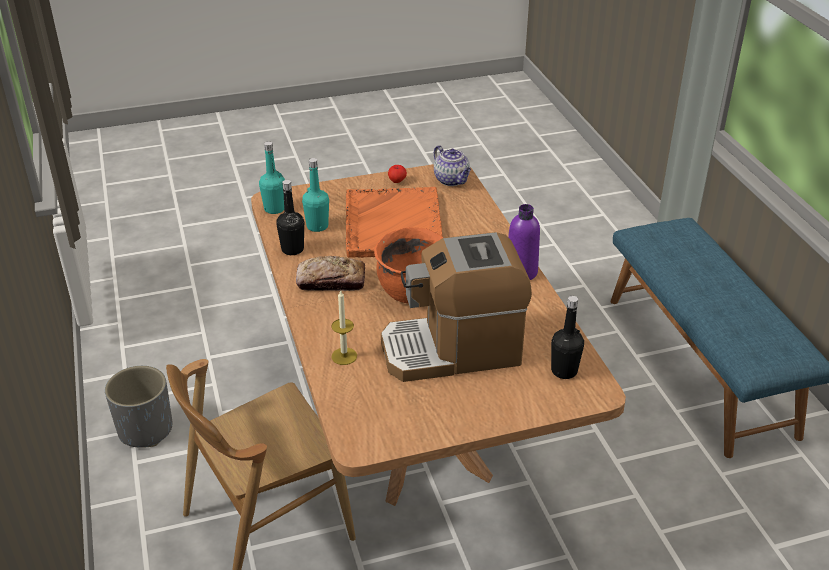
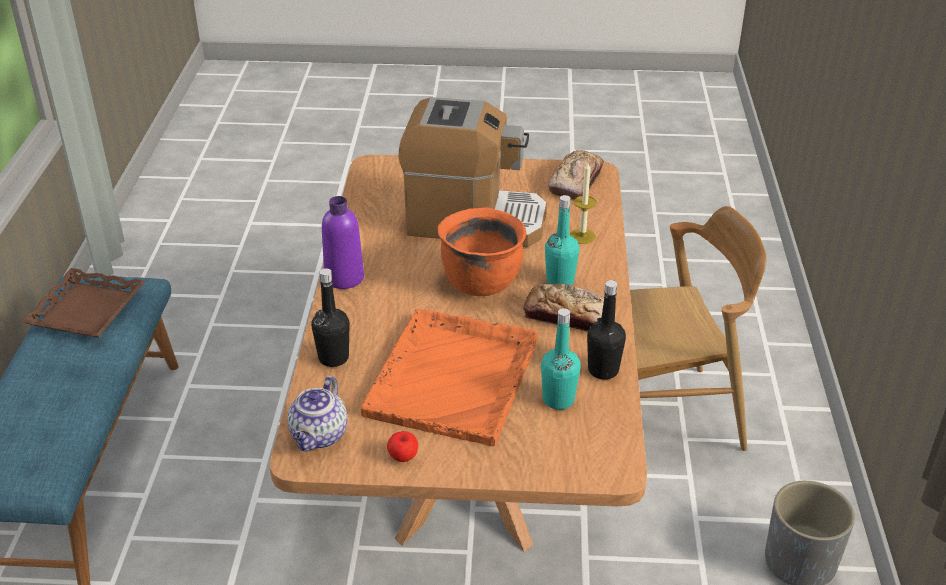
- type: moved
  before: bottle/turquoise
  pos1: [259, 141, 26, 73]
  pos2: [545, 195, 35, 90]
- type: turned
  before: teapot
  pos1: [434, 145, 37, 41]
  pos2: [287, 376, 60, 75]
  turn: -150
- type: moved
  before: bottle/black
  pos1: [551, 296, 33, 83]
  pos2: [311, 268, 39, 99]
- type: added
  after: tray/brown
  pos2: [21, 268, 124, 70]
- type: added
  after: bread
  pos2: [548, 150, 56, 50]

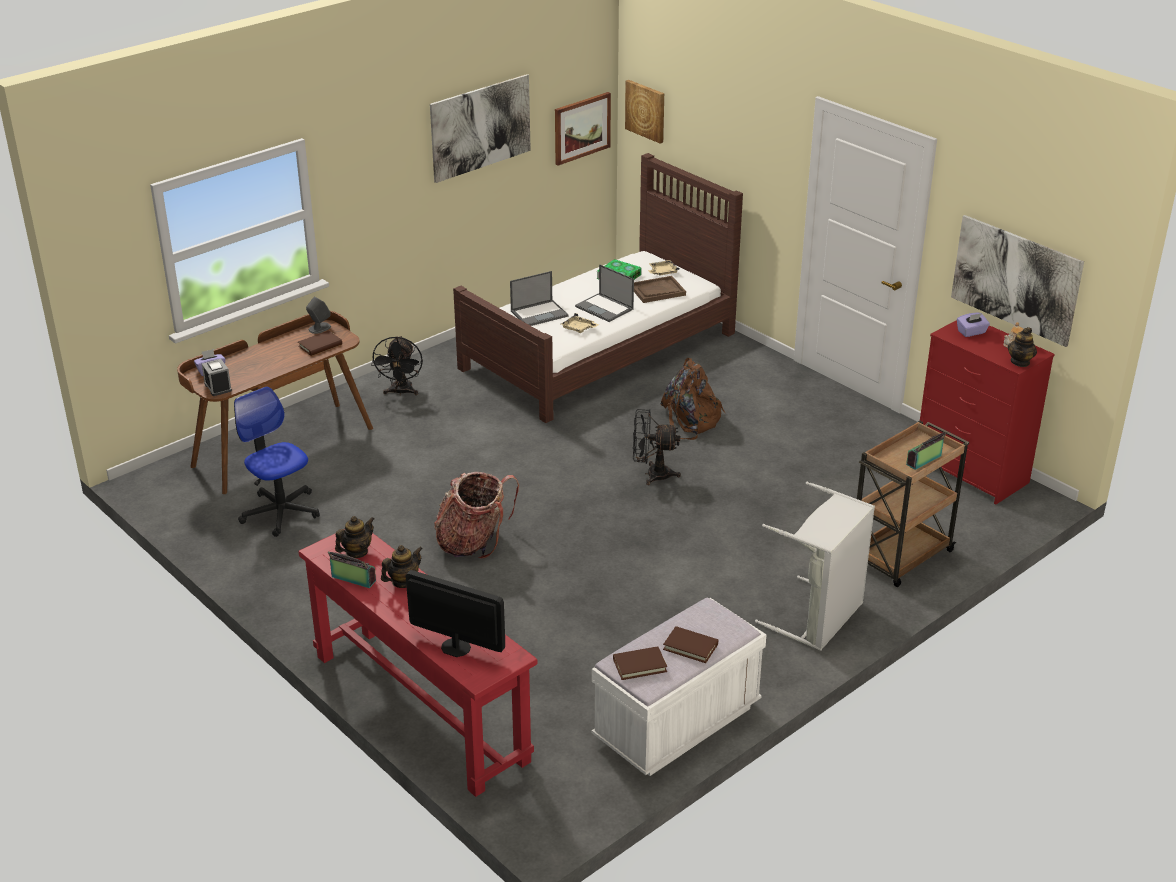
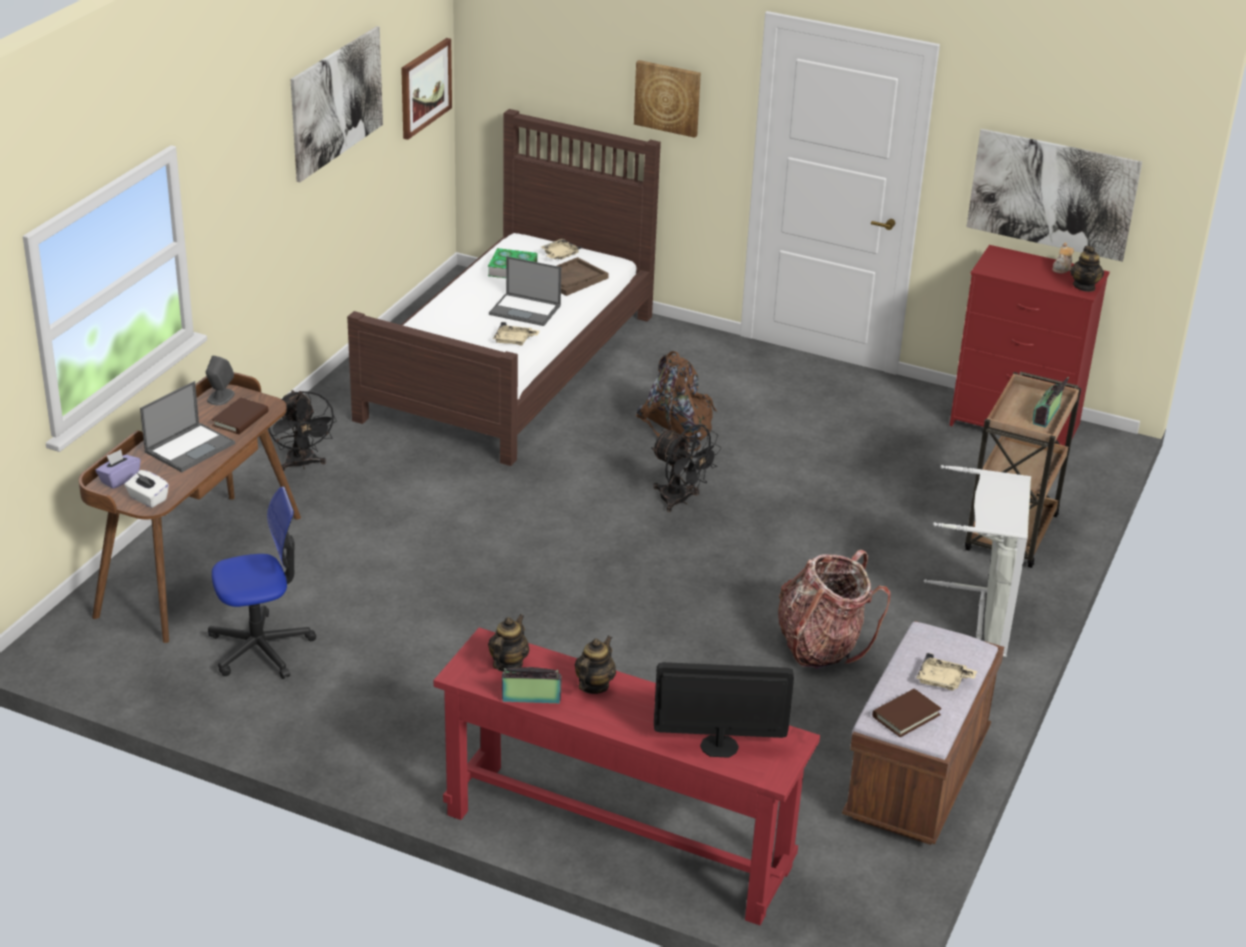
- type: replaced
  before: alarm clock
  after: tissue box/white
  pos1: [202, 359, 30, 37]
  pos2: [124, 470, 45, 38]
- type: turned
  before: office chair
  pos1: [234, 387, 86, 150]
  pos2: [208, 486, 108, 193]
  turn: 135
- type: moved
  before: backpack
  pos1: [434, 472, 85, 87]
  pos2: [778, 550, 113, 119]
- type: moved
  before: laptop
  pos1: [510, 271, 58, 55]
  pos2: [140, 381, 95, 91]
- type: recoloured
  before: bench/white
  after: bench/brown
  pos1: [592, 598, 174, 178]
  pos2: [842, 621, 162, 224]
- type: moved
  before: picture
  pos1: [625, 80, 39, 64]
  pos2: [634, 60, 67, 78]
- type: turned
  before: fan/black
  pos1: [633, 409, 48, 76]
  pos2: [651, 424, 71, 88]
  turn: -120
- type: replaced
  before: book/brown
  after: tray/beige
  pos1: [663, 626, 55, 37]
  pos2: [916, 653, 61, 38]
- type: removed
  before: tissue box/purple
  pos1: [957, 313, 33, 24]

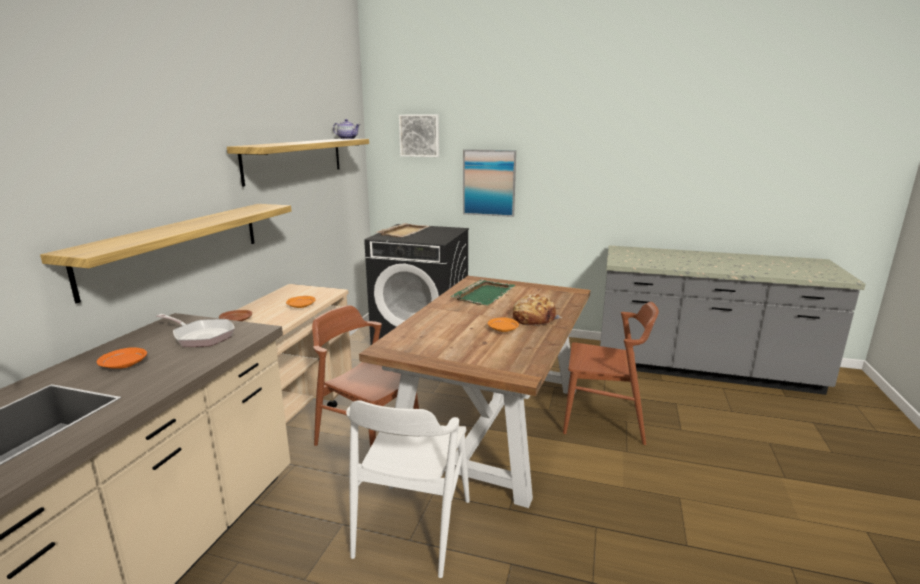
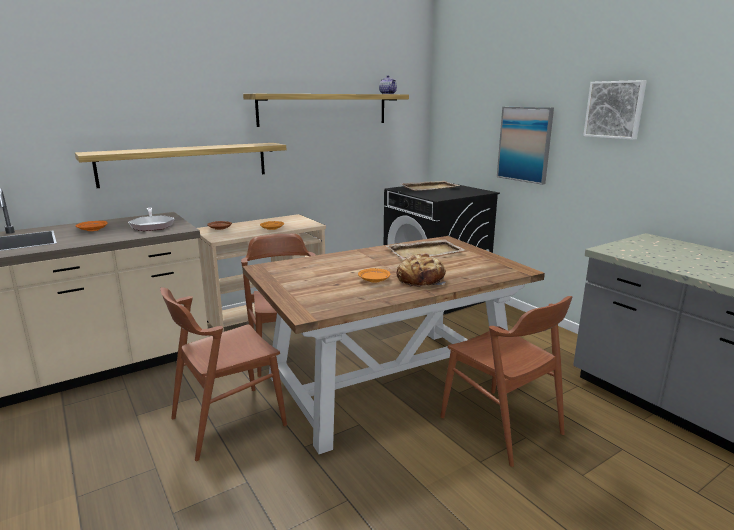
- type: recoloured
  before: chair/white
  after: chair/brown
  pos1: [346, 400, 124, 178]
  pos2: [160, 287, 127, 174]
- type: moved
  before: picture
  pos1: [399, 115, 40, 42]
  pos2: [583, 80, 64, 60]
- type: recoloured
  before: tray/green
  after: tray/beige
  pos1: [451, 279, 64, 26]
  pos2: [386, 239, 79, 21]

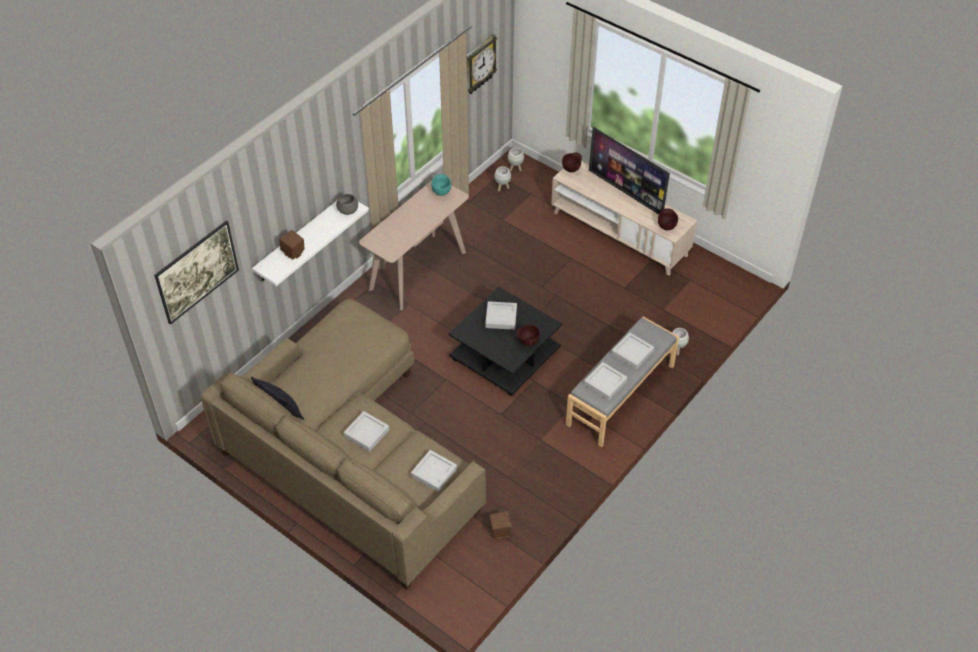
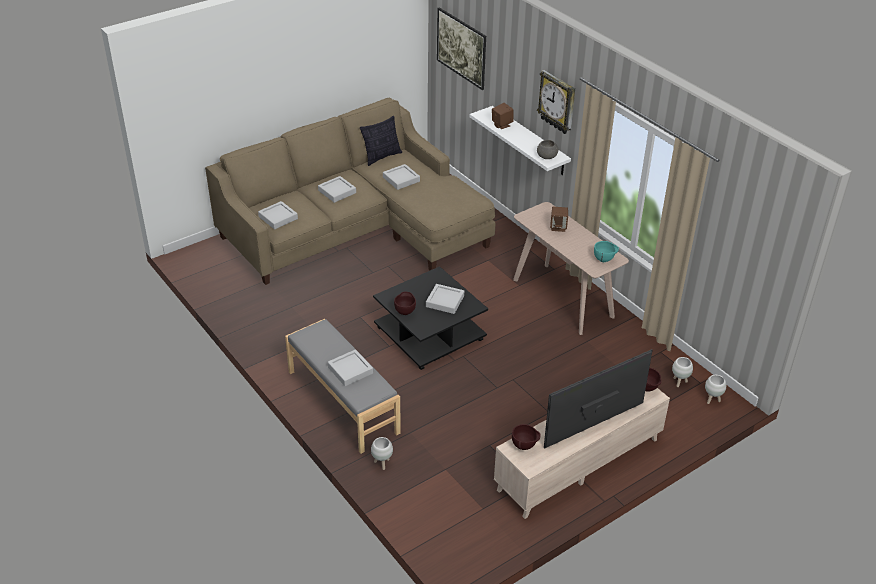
- type: moved
  before: wall clock
  pos1: [467, 34, 30, 60]
  pos2: [537, 70, 38, 64]
- type: moved
  before: speaker/brown
  pos1: [489, 511, 23, 28]
  pos2: [550, 207, 18, 25]
- type: moved
  before: tray/grey
  pos1: [584, 362, 43, 38]
  pos2: [383, 164, 37, 26]

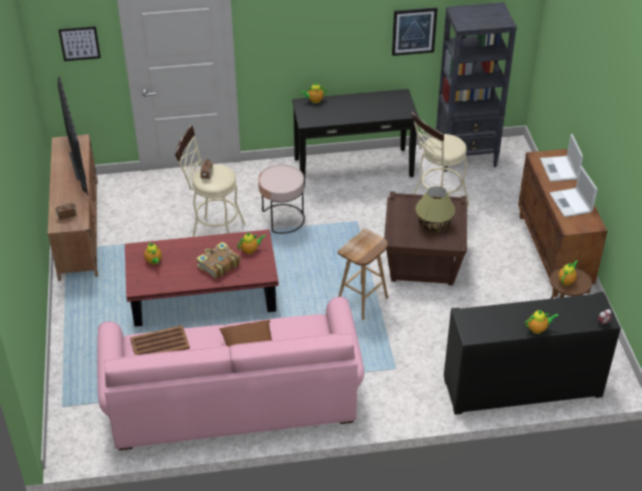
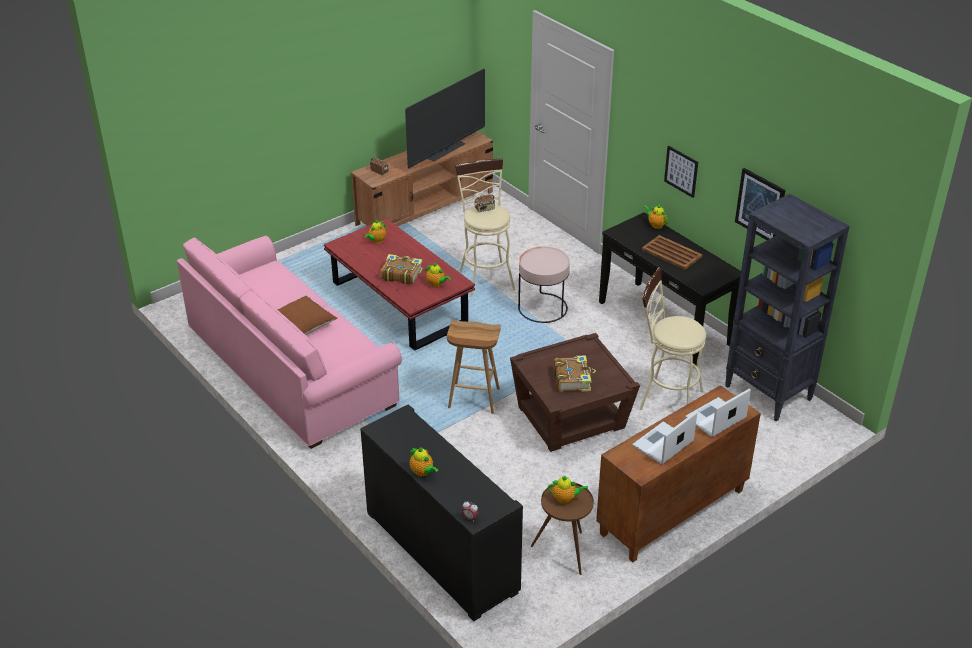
- type: moved
  before: picture
  pos1: [58, 26, 43, 35]
  pos2: [664, 146, 34, 52]
- type: moved
  before: tray/brown
  pos1: [130, 325, 60, 30]
  pos2: [642, 235, 60, 35]
- type: replaced
  before: table lamp
  after: book
  pos1: [416, 186, 39, 46]
  pos2: [553, 355, 43, 37]

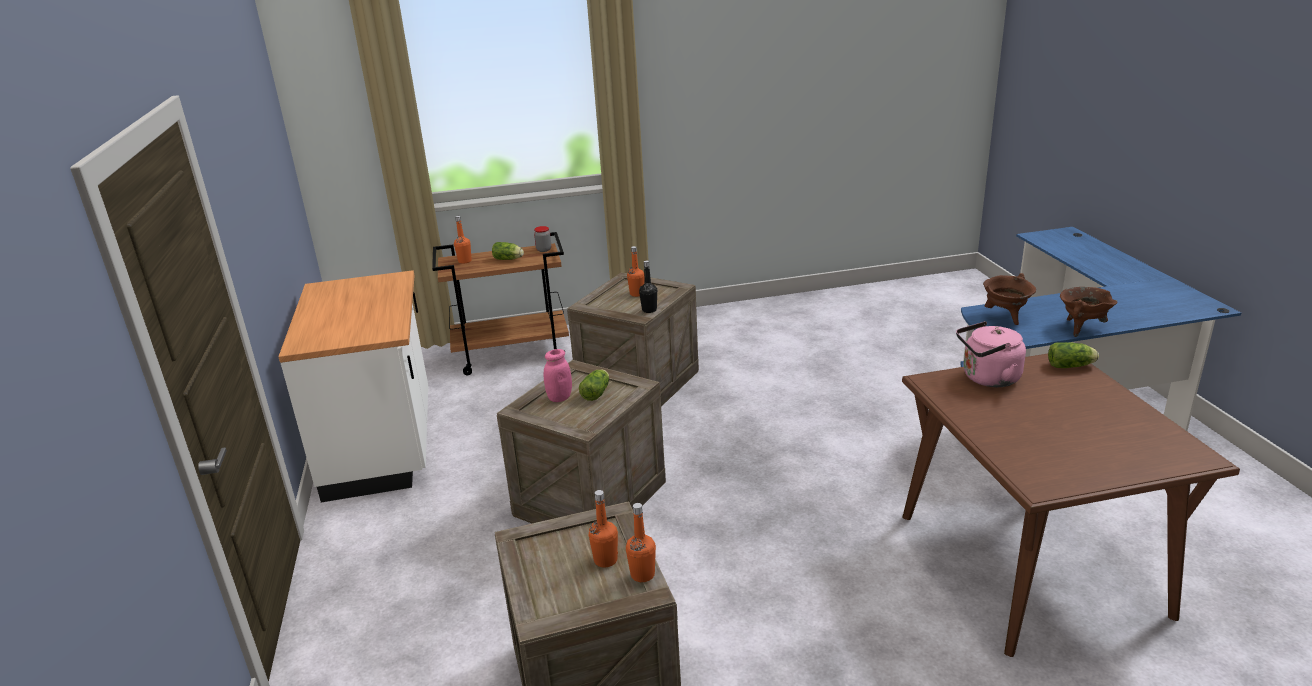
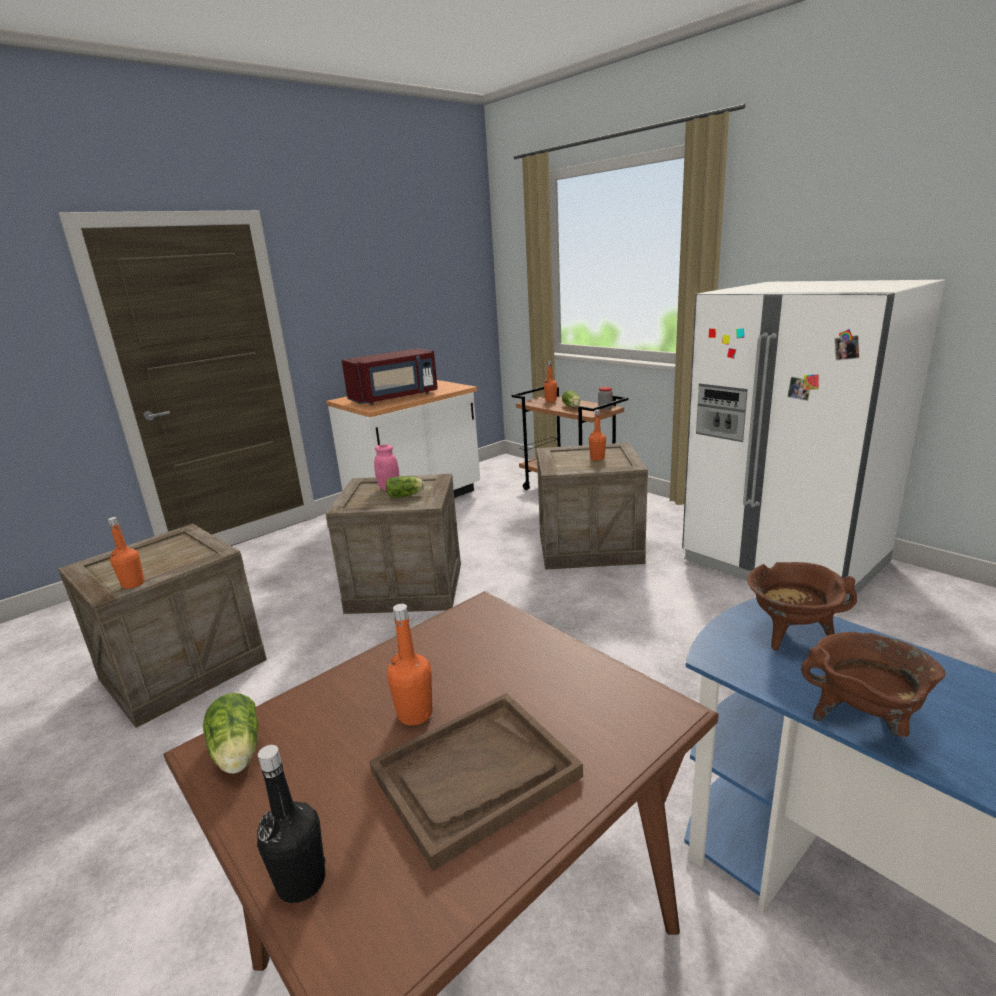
- type: moved
  before: bottle/orange
  pos1: [589, 490, 29, 78]
  pos2: [387, 604, 45, 121]
- type: moved
  before: bottle/black
  pos1: [639, 260, 18, 53]
  pos2: [257, 745, 68, 158]
- type: removed
  before: kettle/pink
  pos1: [956, 321, 70, 66]
- type: moved
  before: lettuce
  pos1: [1048, 342, 51, 26]
  pos2: [203, 693, 55, 81]
- type: added
  after: microwave/red
  pos2: [342, 348, 96, 57]
- type: added
  after: tray/brown
  pos2: [370, 693, 213, 178]
- type: added
  after: fridge/white
  pos2: [682, 280, 263, 321]

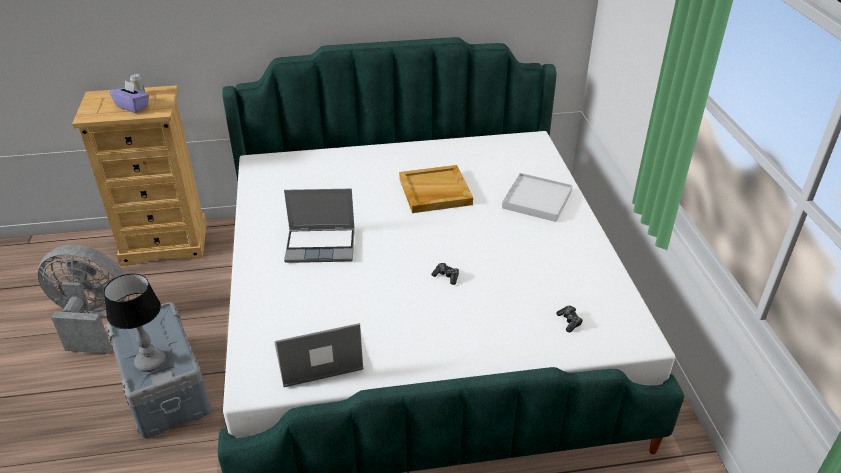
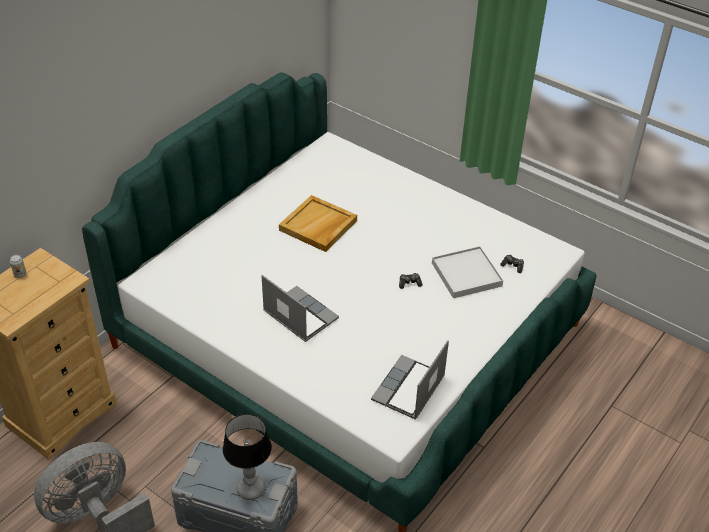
- type: removed
  before: tissue box/purple
  pos1: [110, 81, 39, 32]
- type: turned
  before: laptop
  pos1: [284, 189, 71, 74]
  pos2: [262, 275, 77, 67]
  turn: -90
- type: moved
  before: tray/white
  pos1: [502, 173, 71, 49]
  pos2: [432, 246, 71, 52]

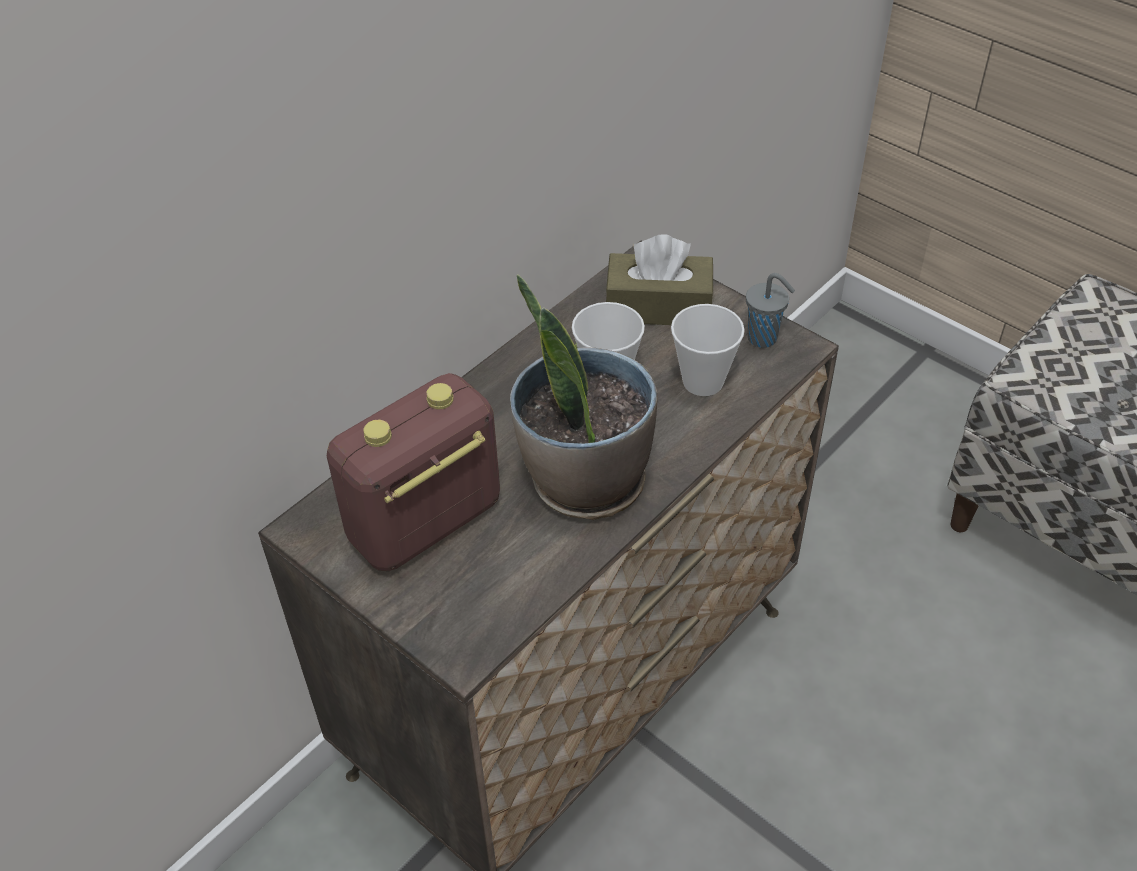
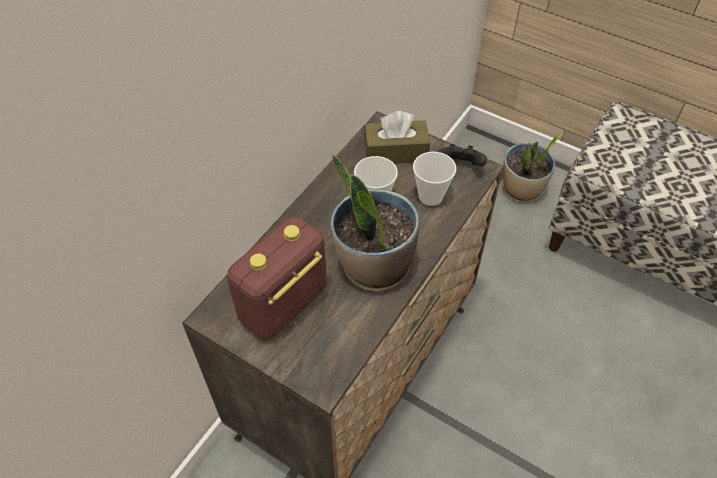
- type: replaced
  before: cup/grey
  after: game controller/black
  pos1: [746, 273, 49, 75]
  pos2: [439, 144, 48, 22]
- type: added
  after: potted plant
  pos2: [503, 133, 60, 70]

